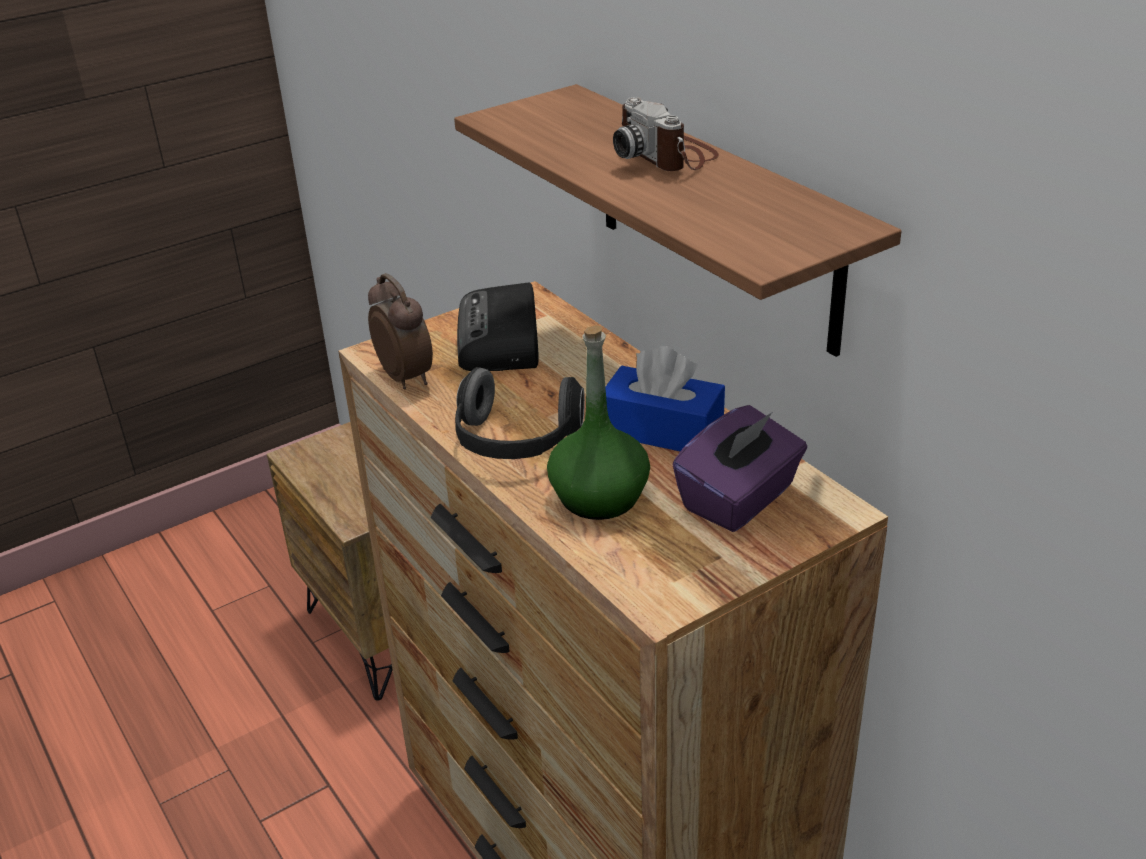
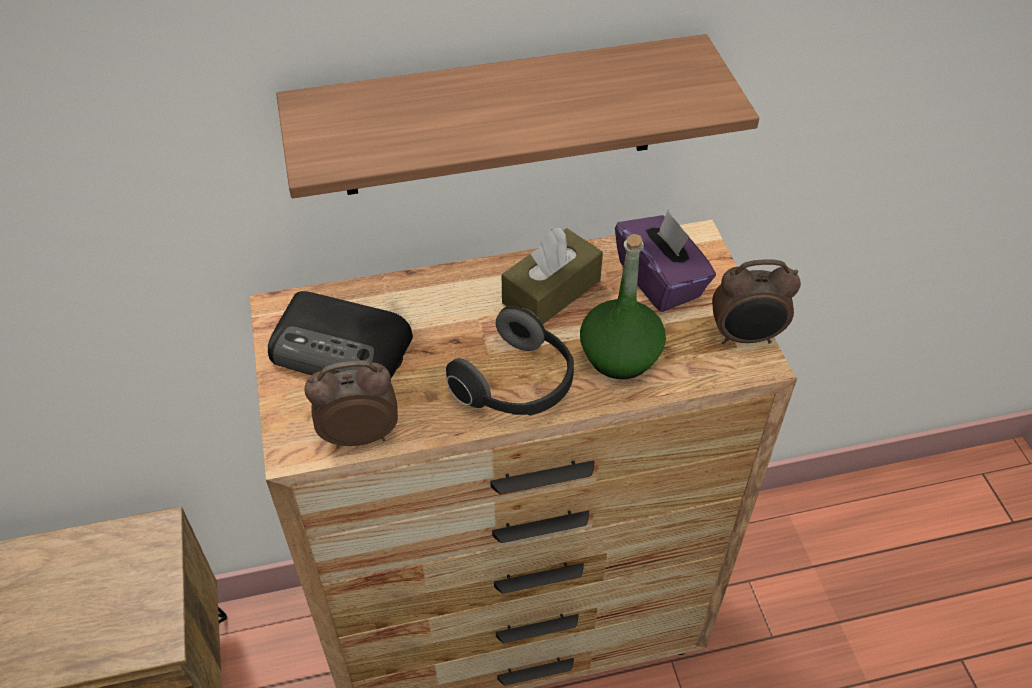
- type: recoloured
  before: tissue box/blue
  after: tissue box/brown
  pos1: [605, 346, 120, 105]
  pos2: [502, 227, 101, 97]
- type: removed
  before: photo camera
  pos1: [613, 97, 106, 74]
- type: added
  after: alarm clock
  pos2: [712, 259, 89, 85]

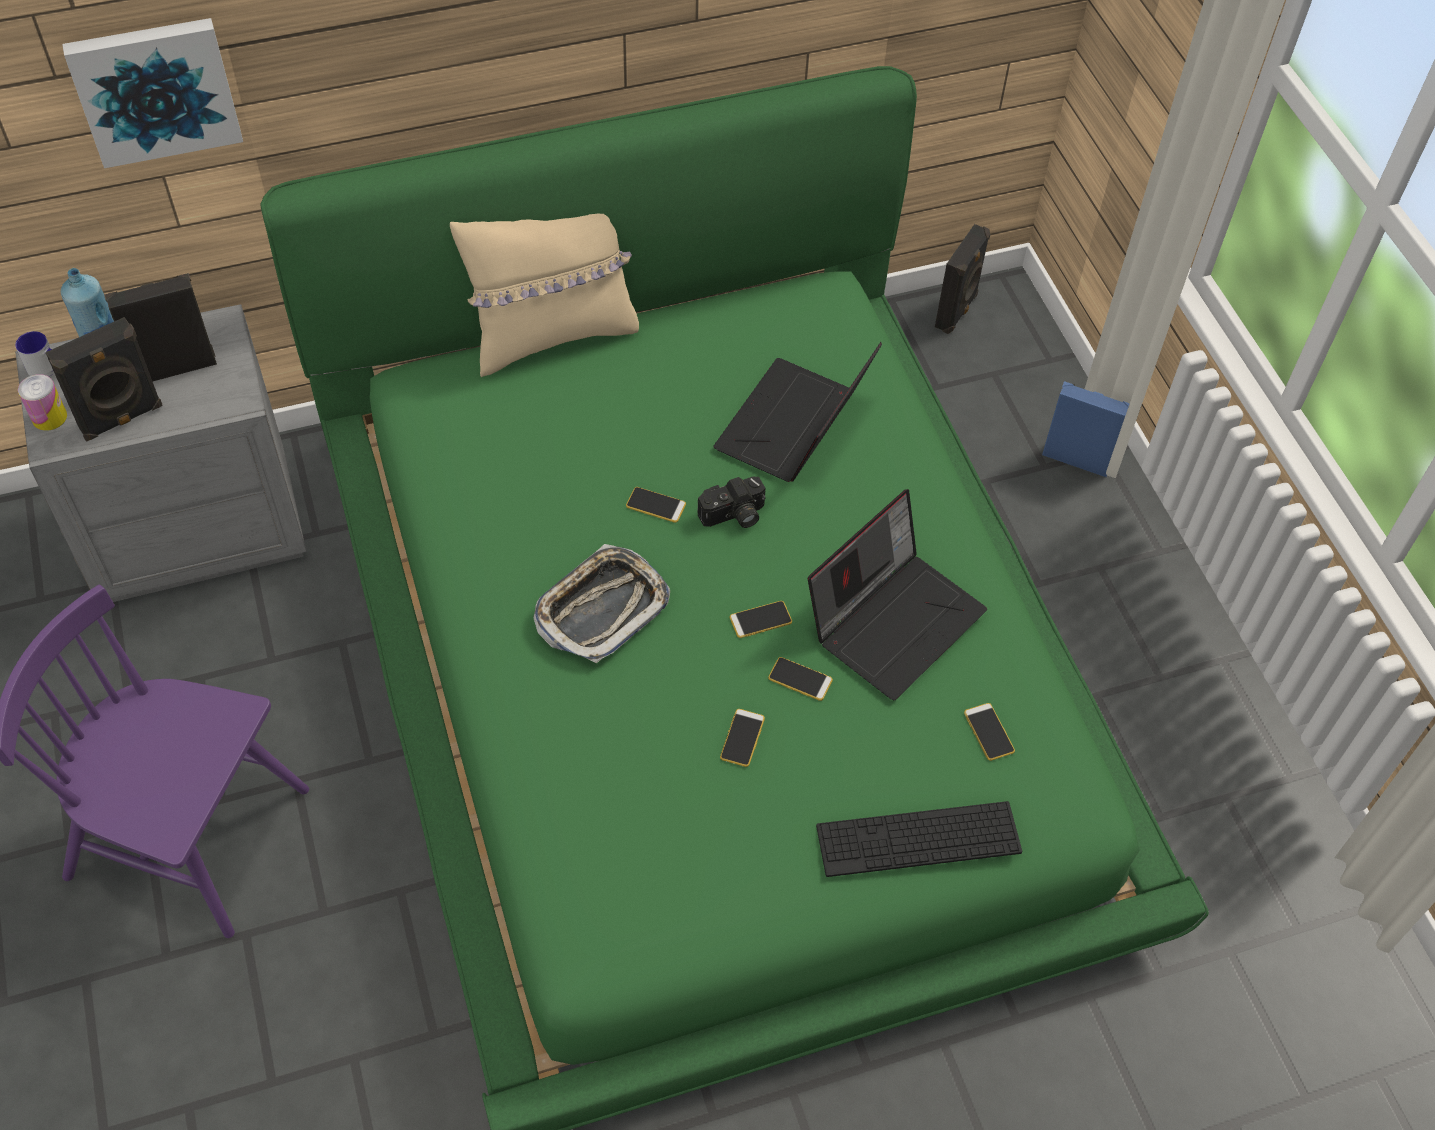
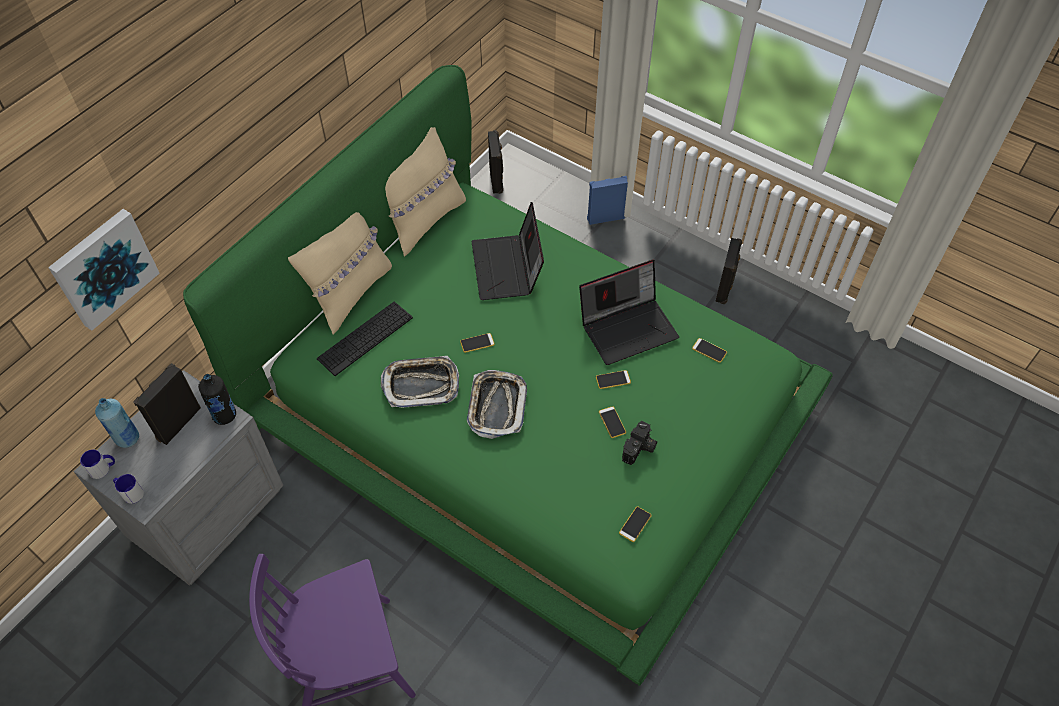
- type: replaced
  before: can
  after: mug
  pos1: [18, 374, 49, 57]
  pos2: [113, 474, 31, 30]
- type: moved
  before: speaker/black
  pos1: [45, 317, 118, 125]
  pos2: [715, 238, 27, 66]
- type: moved
  before: photo camera
  pos1: [697, 477, 68, 51]
  pos2: [622, 421, 35, 44]
- type: moved
  before: phone
  pos1: [730, 601, 62, 37]
  pos2: [619, 507, 32, 35]
- type: turned
  before: laptop
  pos1: [808, 489, 179, 211]
  pos2: [579, 260, 100, 105]
  turn: 60
- type: moved
  before: keyboard
  pos1: [816, 801, 206, 76]
  pos2: [317, 302, 96, 74]
- type: added
  after: bottle/black
  pos2: [198, 374, 38, 51]
- type: added
  after: tray
  pos2: [381, 356, 78, 52]
- type: added
  after: pillow/beige
  pos2: [385, 127, 81, 130]

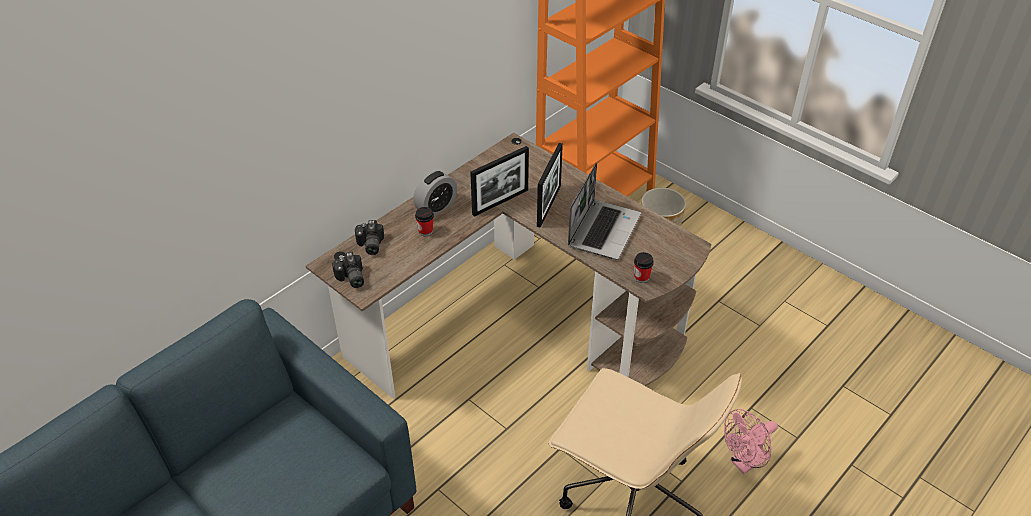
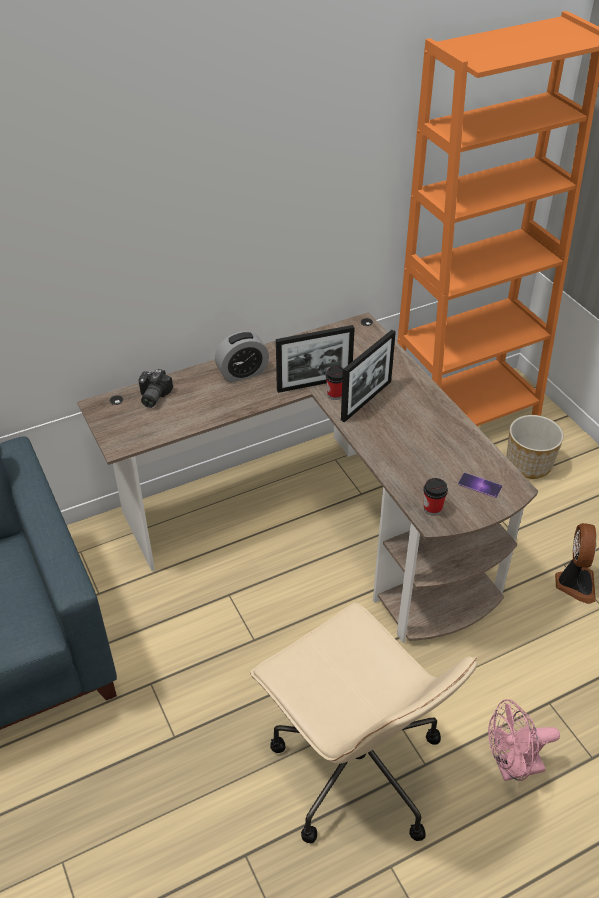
- type: removed
  before: photo camera
  pos1: [332, 252, 32, 36]
- type: moved
  before: cup
  pos1: [415, 207, 19, 29]
  pos2: [326, 366, 18, 34]
- type: removed
  before: laptop
  pos1: [568, 162, 73, 98]
- type: added
  after: phone
  pos2: [458, 473, 44, 25]
- type: added
  after: fan
  pos2: [555, 523, 41, 81]

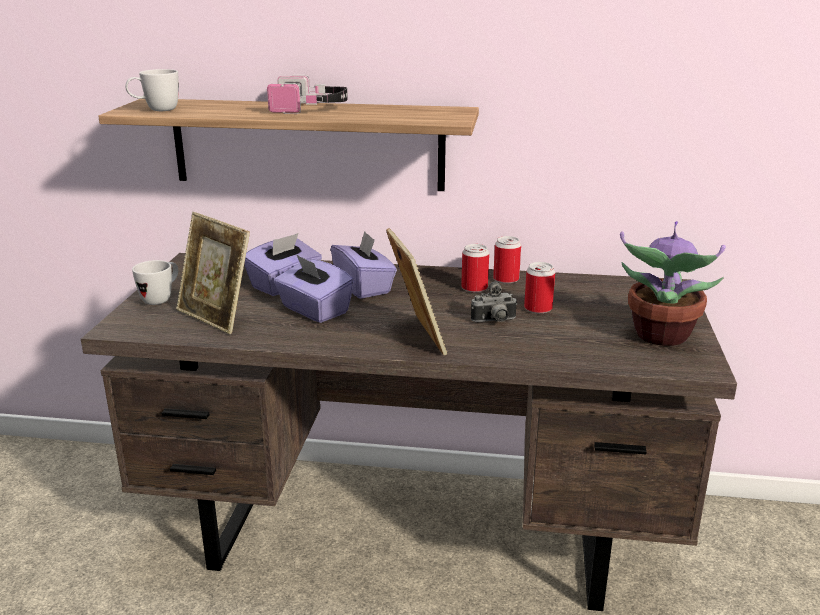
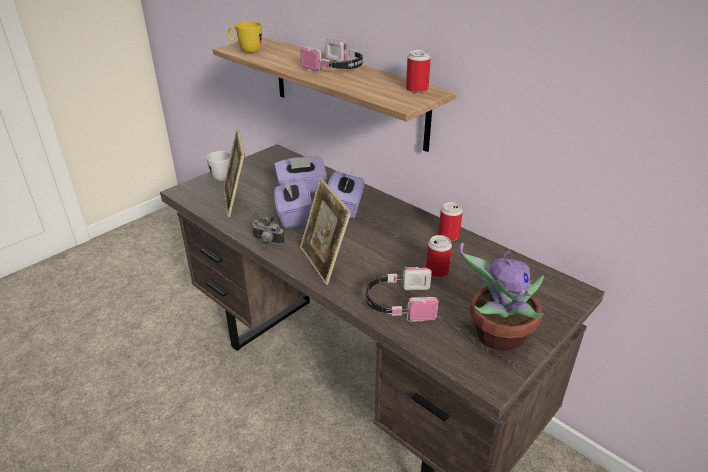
- type: recoloured
  before: mug/white
  after: mug/yellow
  pos1: [125, 69, 54, 42]
  pos2: [228, 21, 34, 32]
- type: turned
  before: picture frame
  pos1: [386, 228, 61, 128]
  pos2: [300, 178, 51, 107]
  turn: 135
- type: moved
  before: can
  pos1: [461, 244, 28, 49]
  pos2: [406, 50, 25, 43]
- type: moved
  before: photo camera
  pos1: [471, 281, 47, 41]
  pos2: [252, 214, 33, 31]
- type: added
  after: headphones
  pos2: [366, 267, 73, 54]

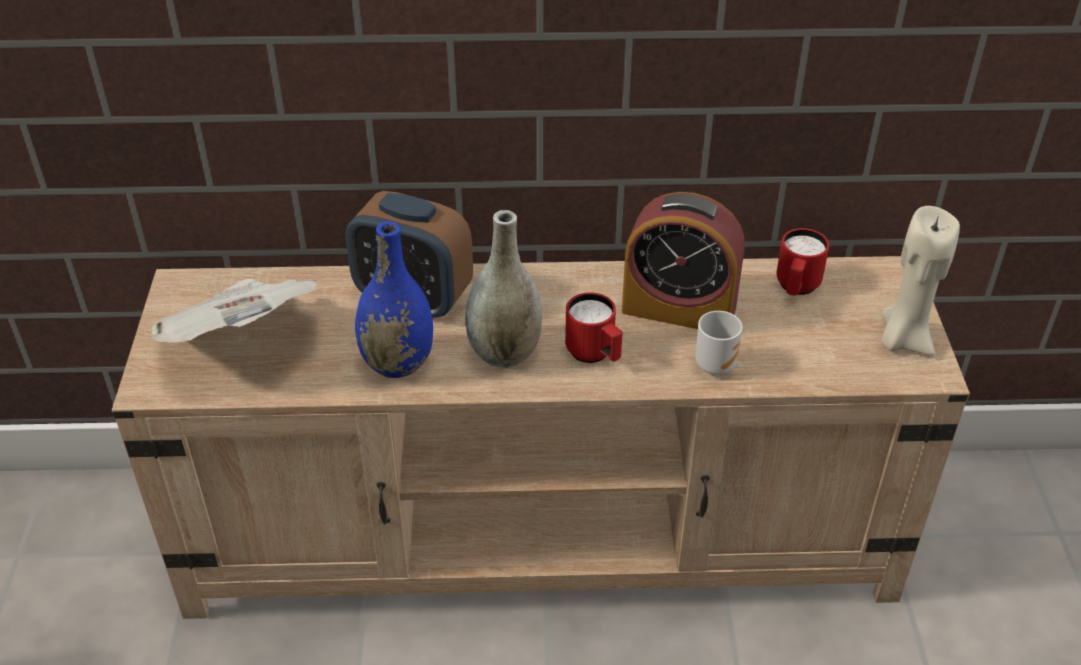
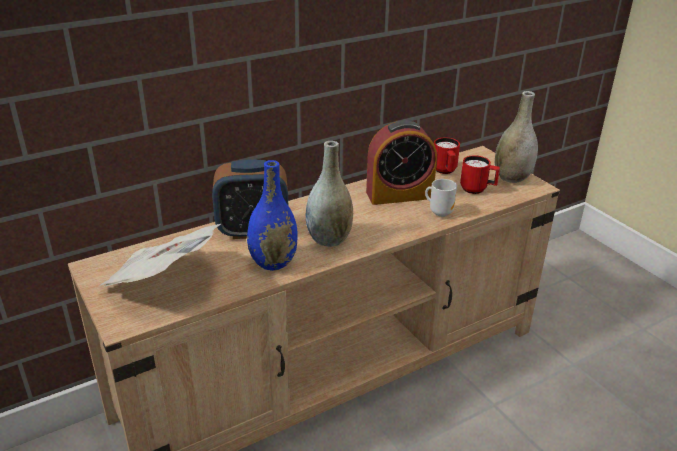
- type: moved
  before: mug/red
  pos1: [565, 292, 58, 71]
  pos2: [460, 155, 40, 39]
- type: replaced
  before: candle/beige
  after: vase/grey
  pos1: [881, 206, 79, 149]
  pos2: [495, 91, 43, 92]

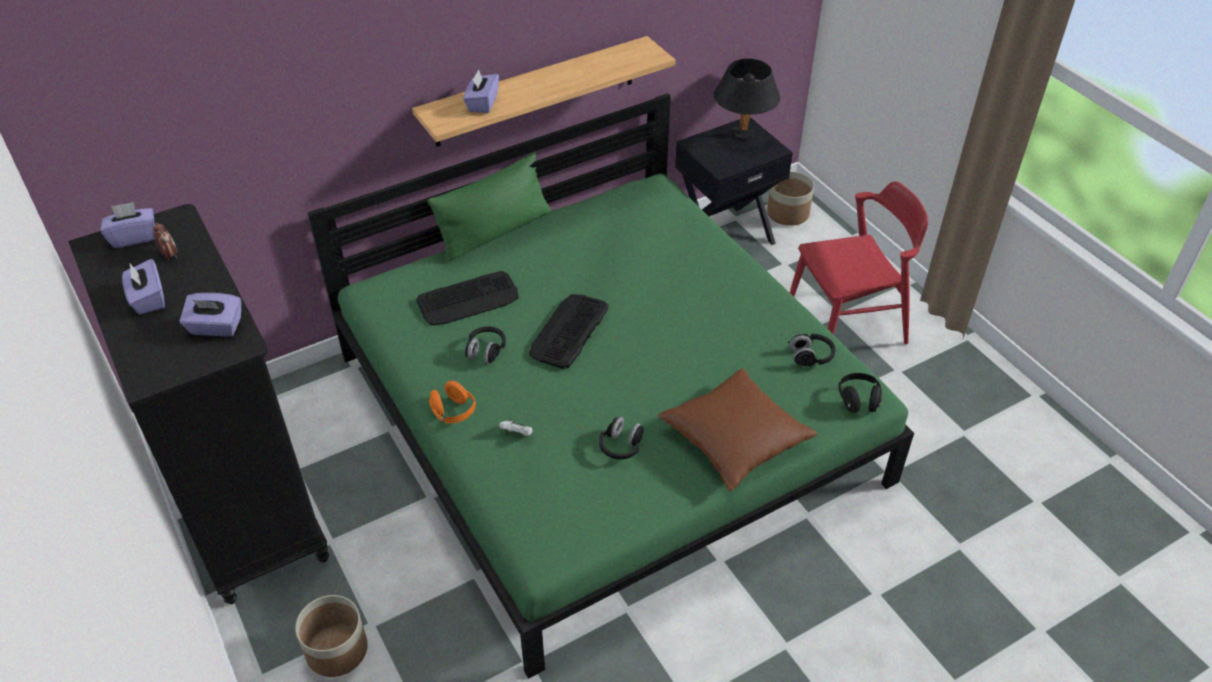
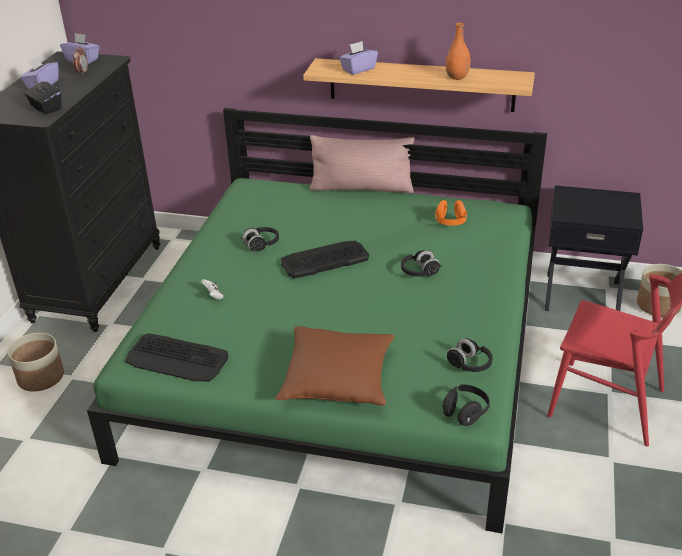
- type: recoloured
  before: tissue box/purple
  after: tissue box/black
  pos1: [180, 293, 61, 43]
  pos2: [24, 79, 37, 35]
- type: moved
  before: keyboard
  pos1: [417, 271, 102, 54]
  pos2: [125, 333, 103, 49]
- type: recoloured
  before: pillow/green
  after: pillow/pink
  pos1: [427, 151, 124, 111]
  pos2: [310, 135, 105, 58]
- type: moved
  before: headphones/orange
  pos1: [428, 381, 48, 43]
  pos2: [435, 200, 32, 26]
- type: moved
  before: headphones/black
  pos1: [599, 417, 45, 43]
  pos2: [401, 250, 41, 27]
- type: removed
  before: table lamp/black
  pos1: [714, 59, 66, 81]
- type: added
  after: vase/orange
  pos2: [446, 23, 24, 57]

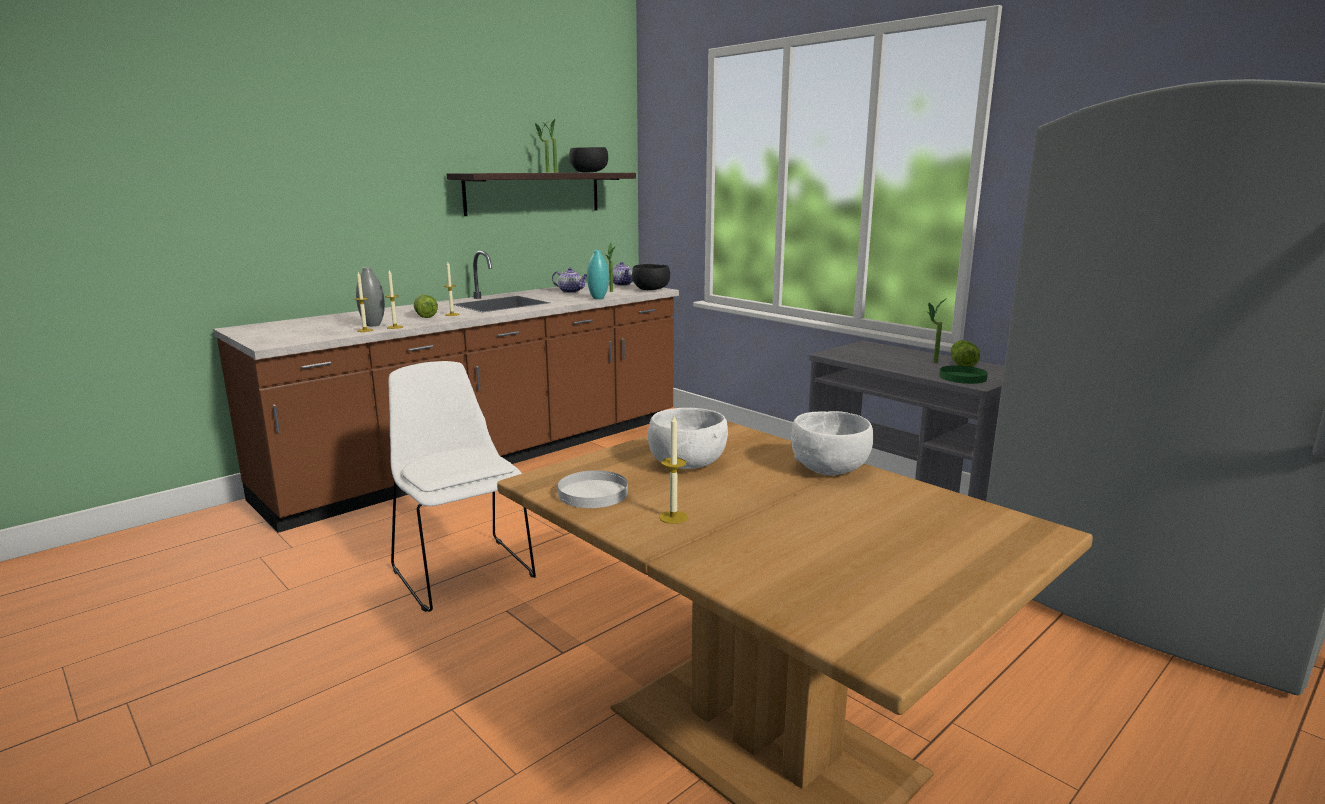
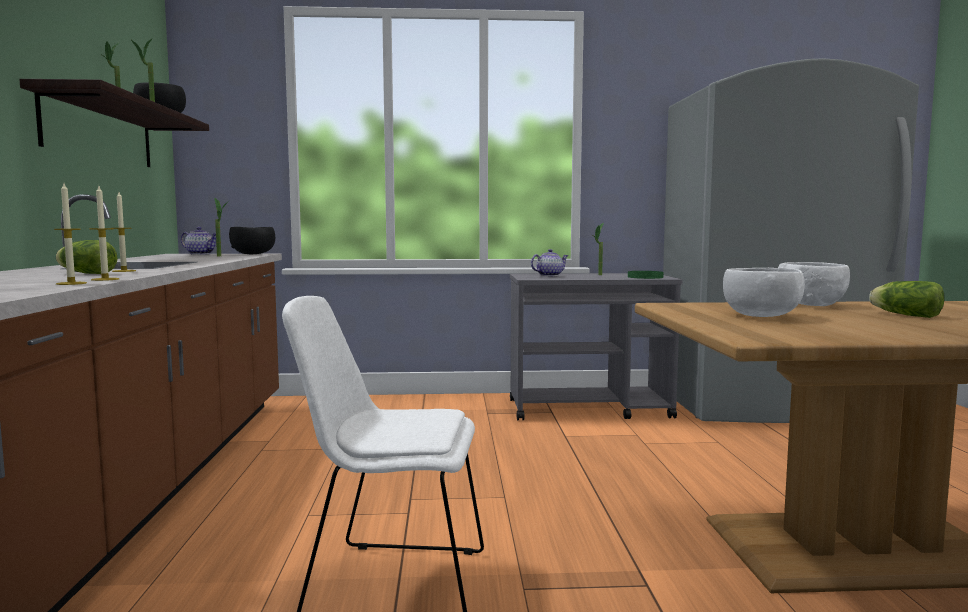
- type: removed
  before: vase/grey
  pos1: [356, 267, 29, 59]
- type: moved
  before: teapot
  pos1: [552, 268, 35, 25]
  pos2: [531, 249, 37, 27]
- type: removed
  before: plate/white
  pos1: [558, 470, 70, 38]
- type: removed
  before: vase/turquoise
  pos1: [587, 250, 22, 49]
- type: removed
  before: candle
  pos1: [659, 415, 29, 109]
- type: moved
  before: lettuce
  pos1: [951, 340, 29, 27]
  pos2: [869, 281, 76, 37]

